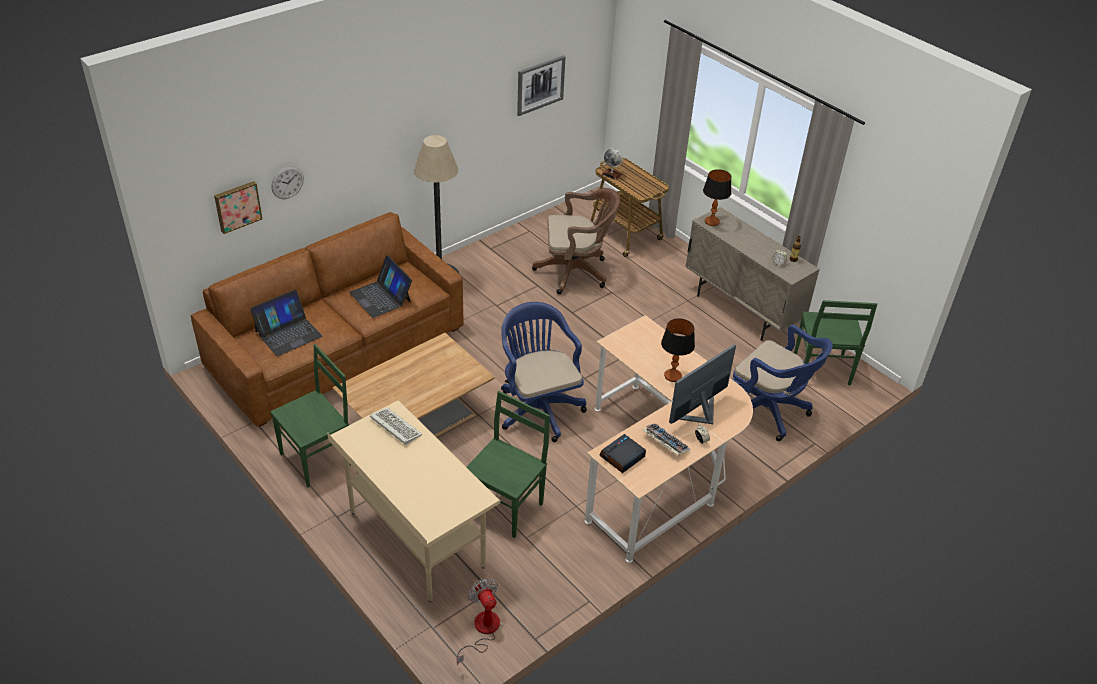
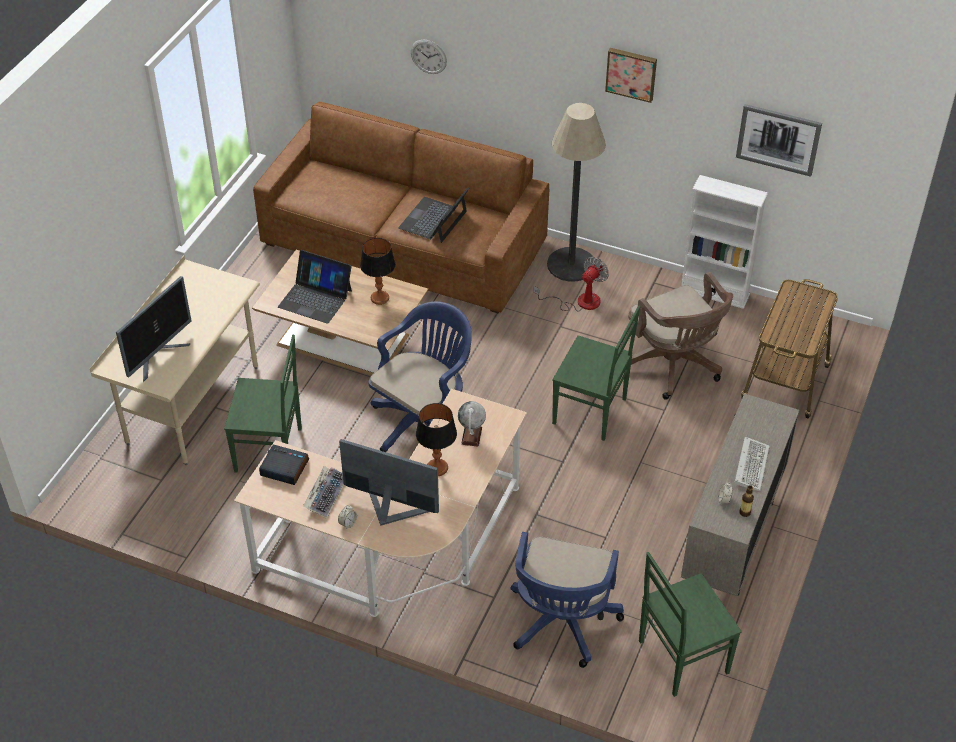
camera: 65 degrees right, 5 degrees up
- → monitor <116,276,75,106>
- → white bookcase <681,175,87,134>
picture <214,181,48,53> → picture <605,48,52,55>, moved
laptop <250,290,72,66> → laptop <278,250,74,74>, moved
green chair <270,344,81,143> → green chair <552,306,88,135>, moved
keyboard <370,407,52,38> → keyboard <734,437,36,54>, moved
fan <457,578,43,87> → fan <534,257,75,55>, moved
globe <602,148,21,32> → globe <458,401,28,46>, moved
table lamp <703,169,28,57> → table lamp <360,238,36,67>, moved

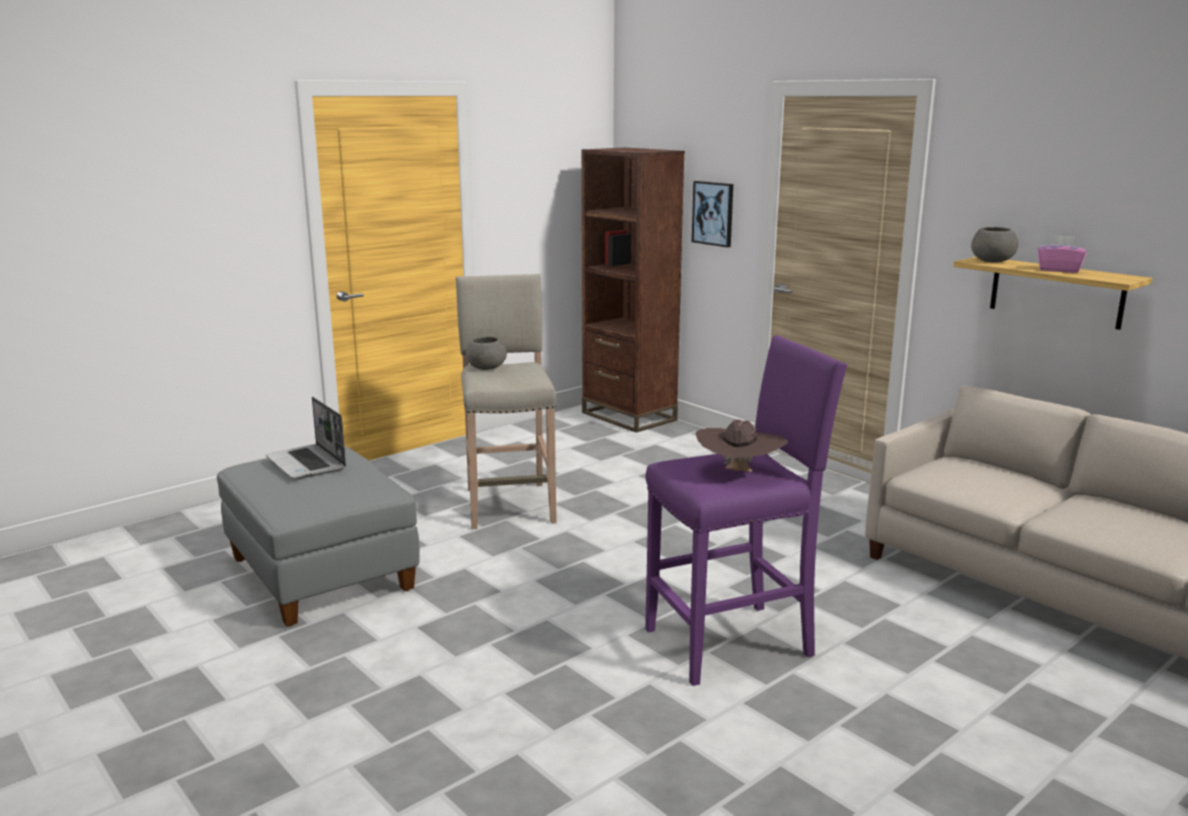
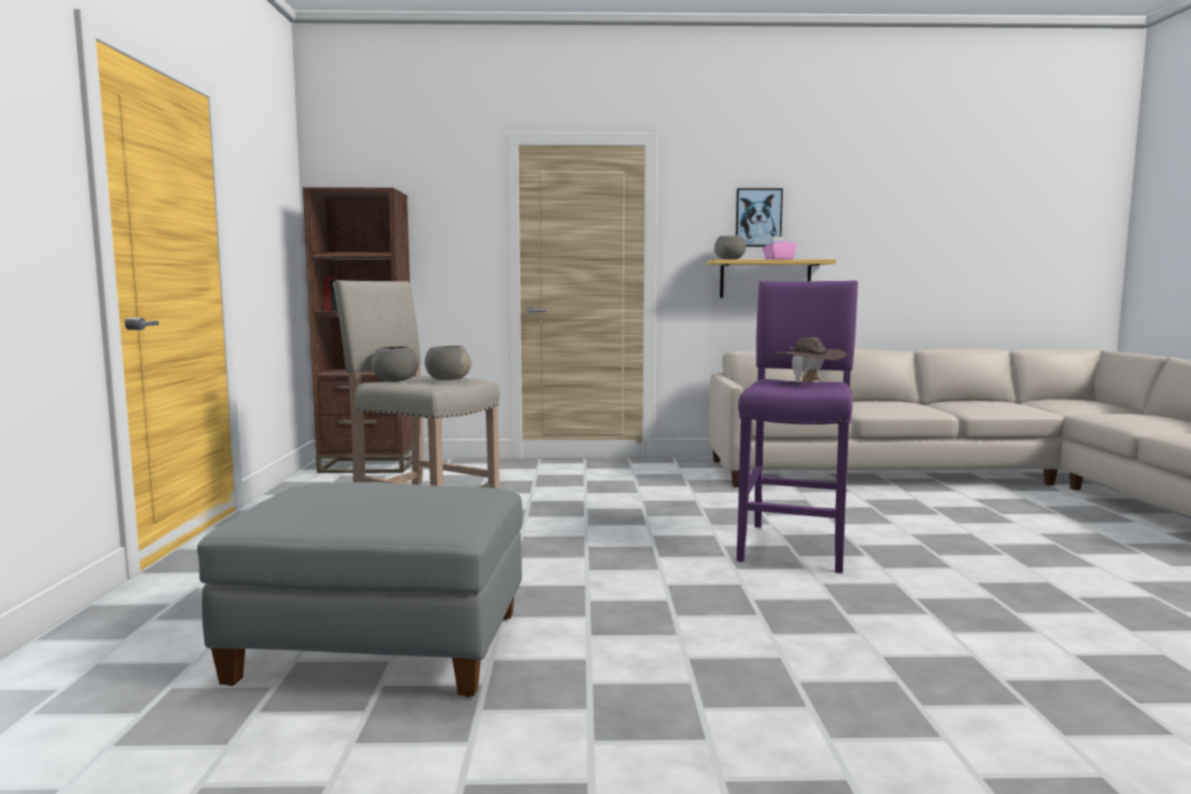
camera: 50 degrees left, 10 degrees down
laptop <266,397,80,82> → -
- → grey bowl <425,346,46,34>
picture <692,181,41,66> → picture <736,188,47,59>, moved

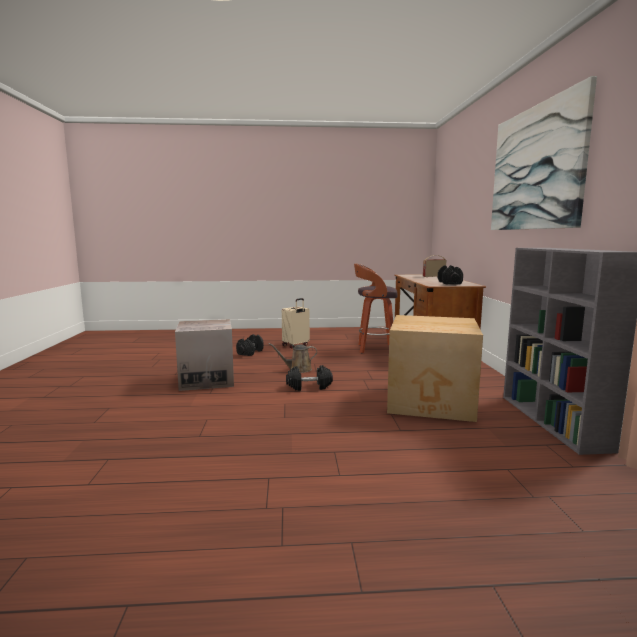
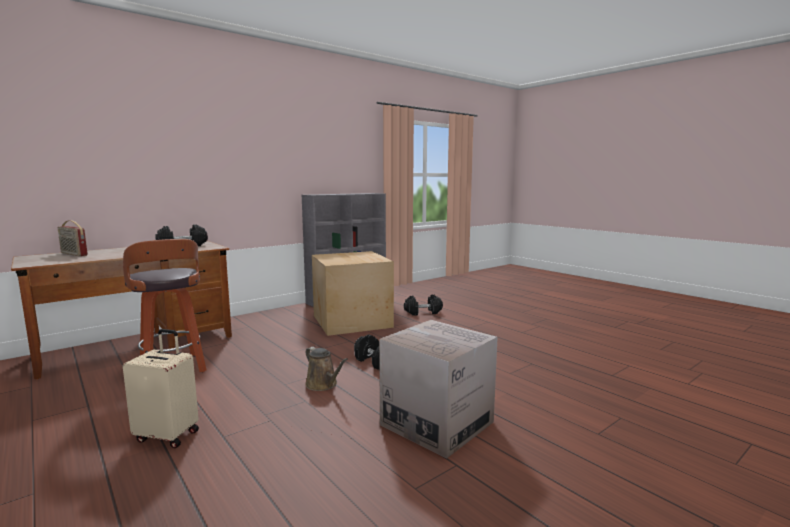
camera: 125 degrees left, 0 degrees up
picture <491,76,106,154> → -
black dumbbell <236,334,28,22> → black dumbbell <404,294,39,22>, moved

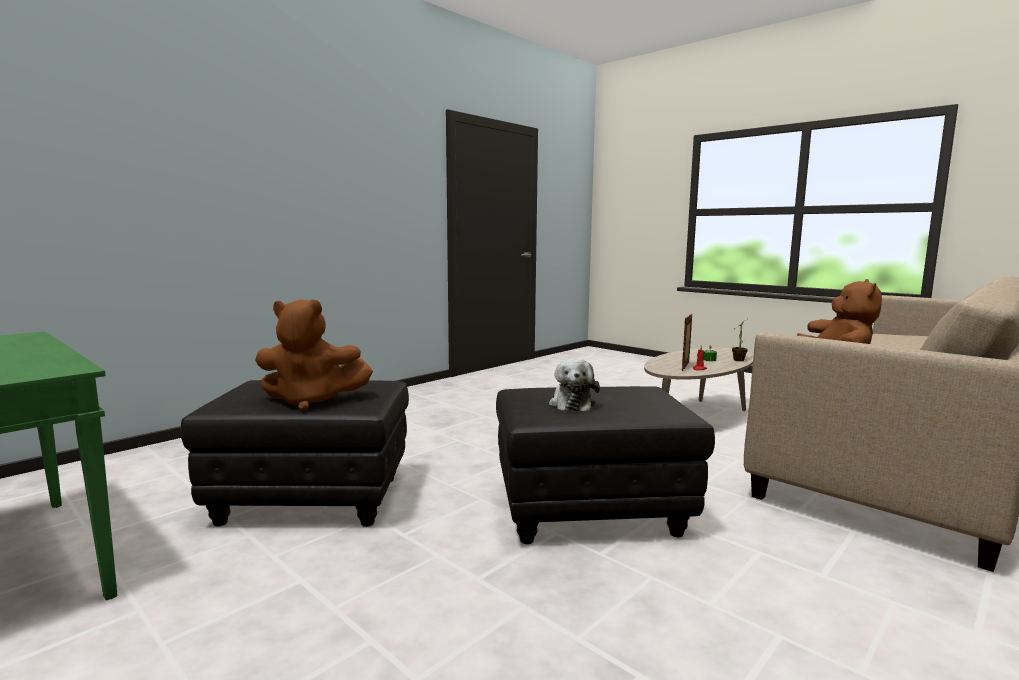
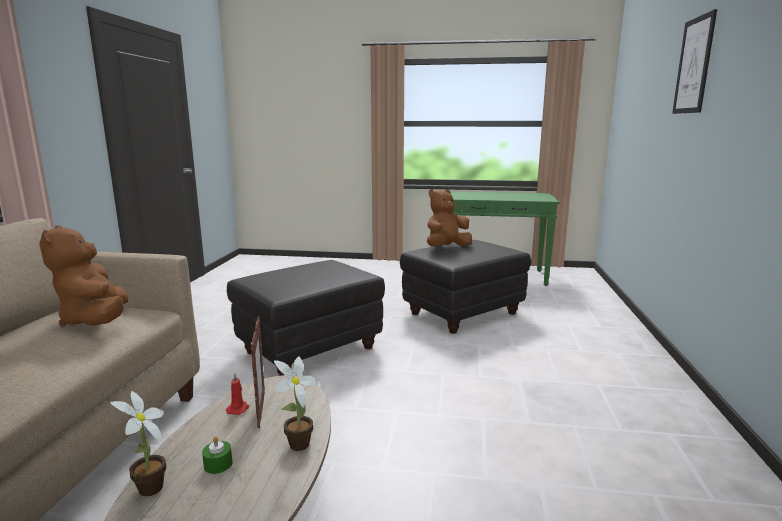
camera: 145 degrees right, 5 degrees up
plush toy <549,358,51,54> → -
- → potted plant <274,356,46,95>
- → picture <672,9,45,105>

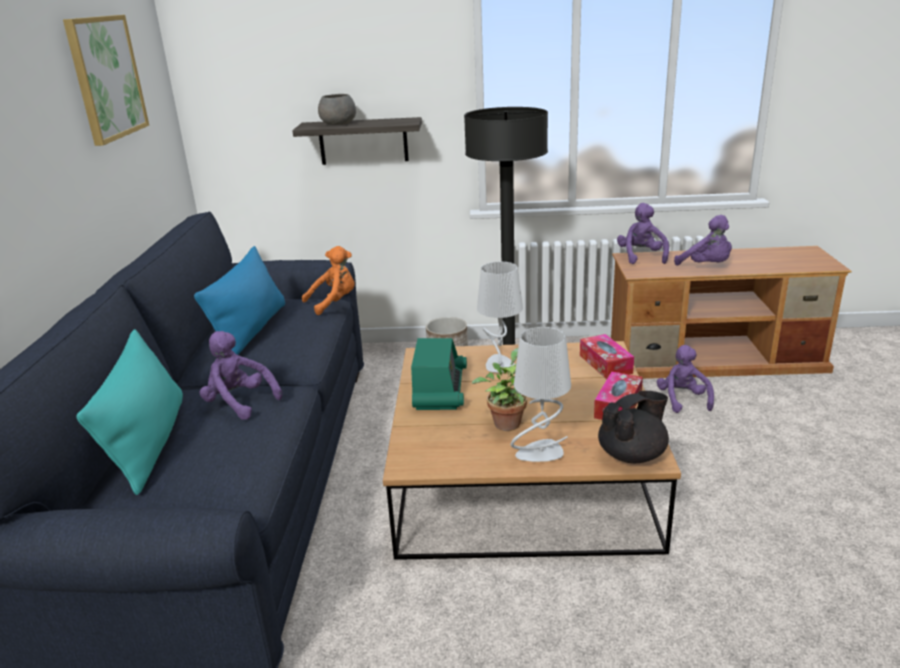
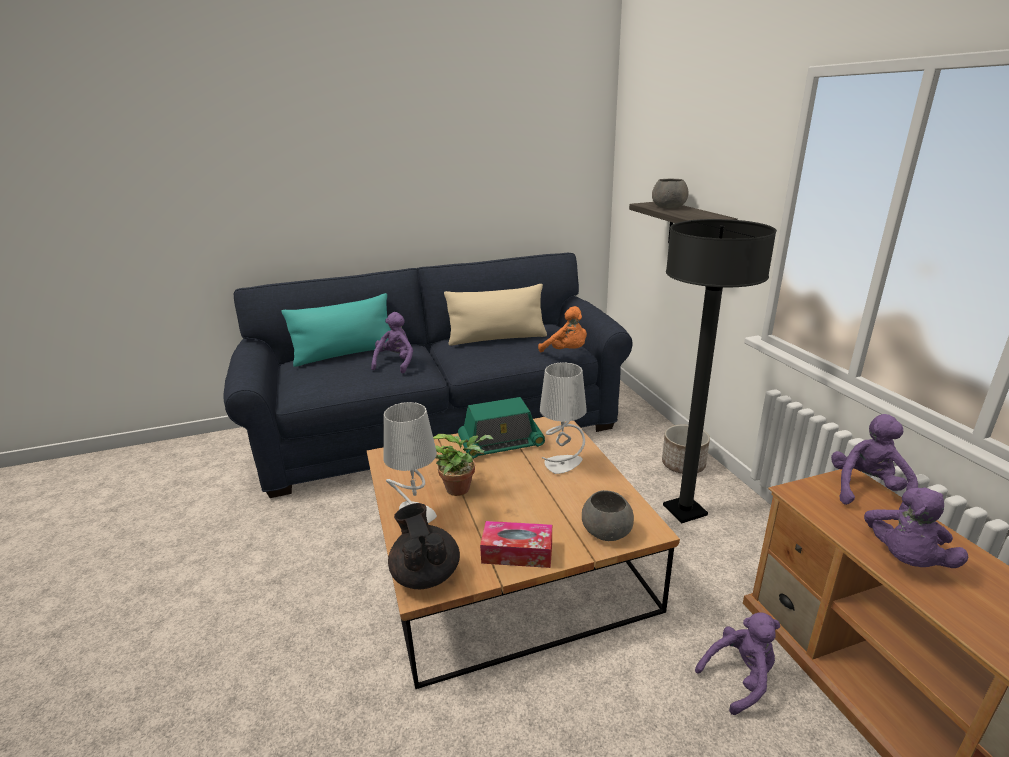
camera: 70 degrees right, 0 degrees up
picture <63,15,86,131> → -
tissue box <580,334,54,45> → grey bowl <582,490,52,51>
blue pillow <194,246,91,109> → beige pillow <444,284,103,62>
black teapot <598,391,71,72> → black teapot <388,503,72,86>, 150 degrees counterclockwise
purple plush toy <617,203,52,61> → purple plush toy <831,414,87,96>, 45 degrees counterclockwise

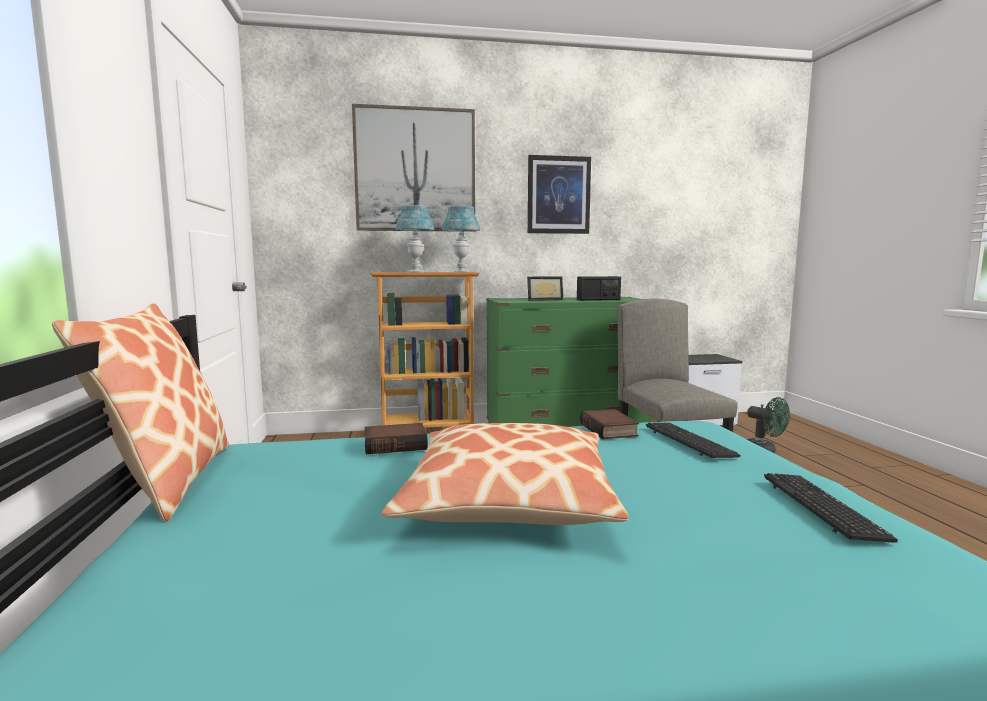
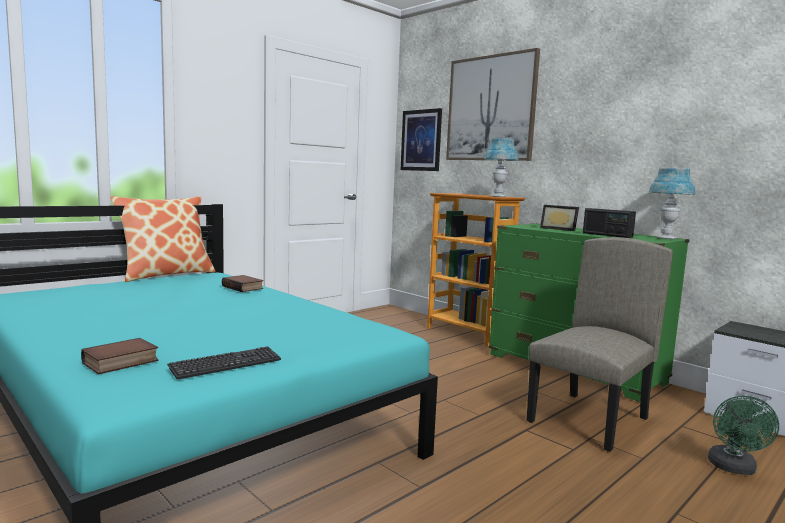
camera: 55 degrees right, 0 degrees up
pillow <382,423,246,102> → -
keyboard <646,423,94,35> → -
blue table lamp <395,205,39,68> → blue table lamp <649,168,46,71>, moved
picture <528,155,63,79> → picture <401,108,41,63>, moved
book <580,409,59,30> → book <81,338,77,36>, moved

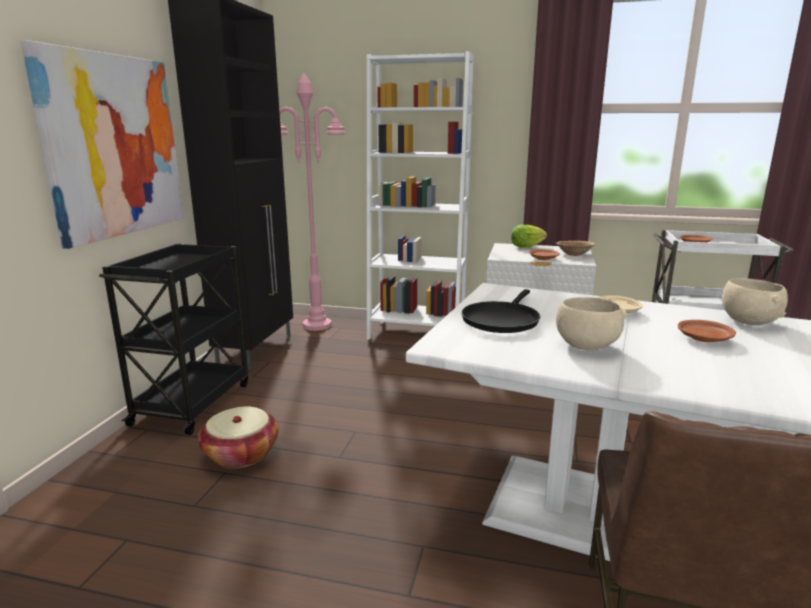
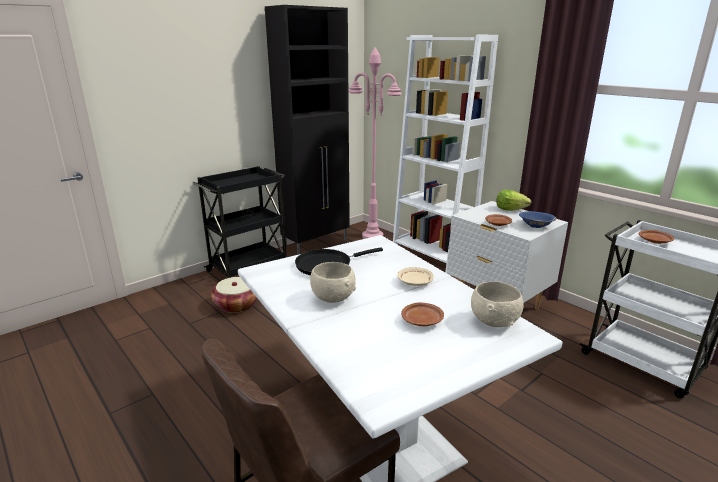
camera: 35 degrees right, 5 degrees up
picture <21,40,163,209> → -
brown bowl <556,241,40,15> → blue bowl <519,211,38,17>

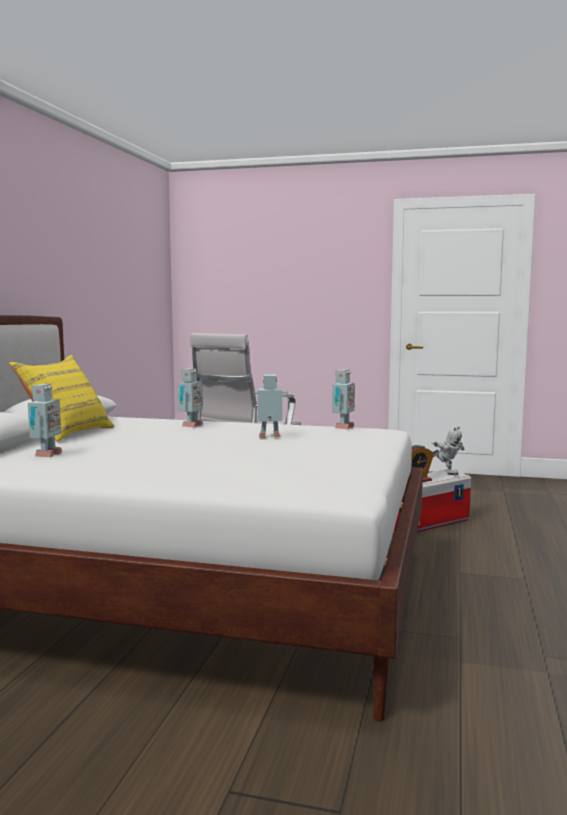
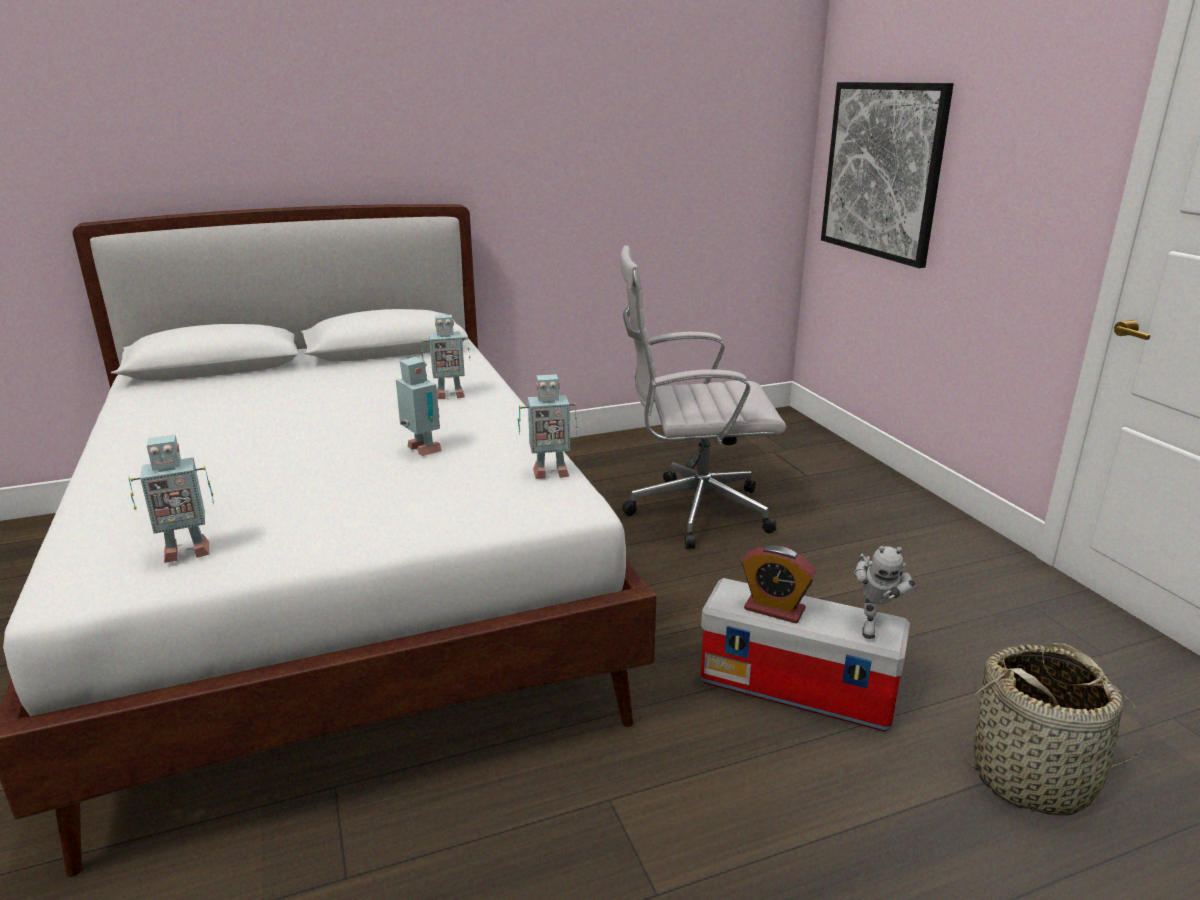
camera: 55 degrees right, 15 degrees up
yellow pillow <9,355,106,87> → -
- → picture <821,82,133,186>
- → basket <958,643,185,173>
toy robot <28,384,34,73> → toy robot <129,435,85,128>, moved

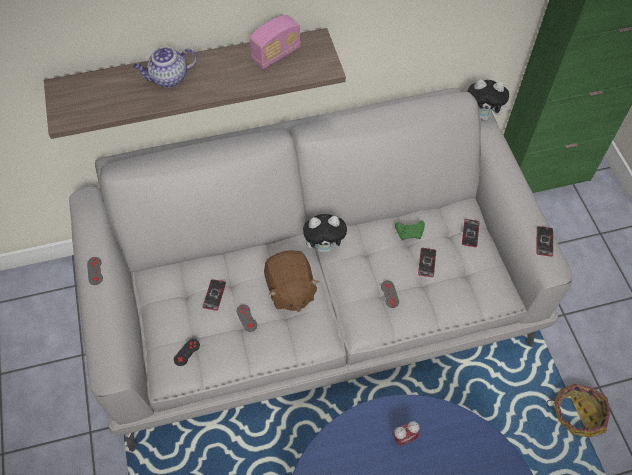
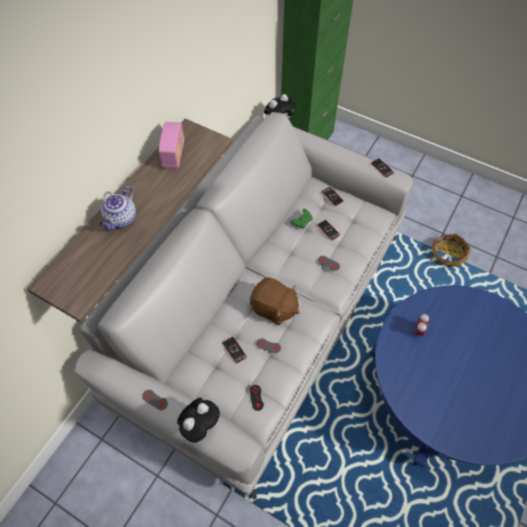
camera: 45 degrees left, 0 degrees up
plush toy <303,214,49,38> → plush toy <177,398,43,45>, moved

